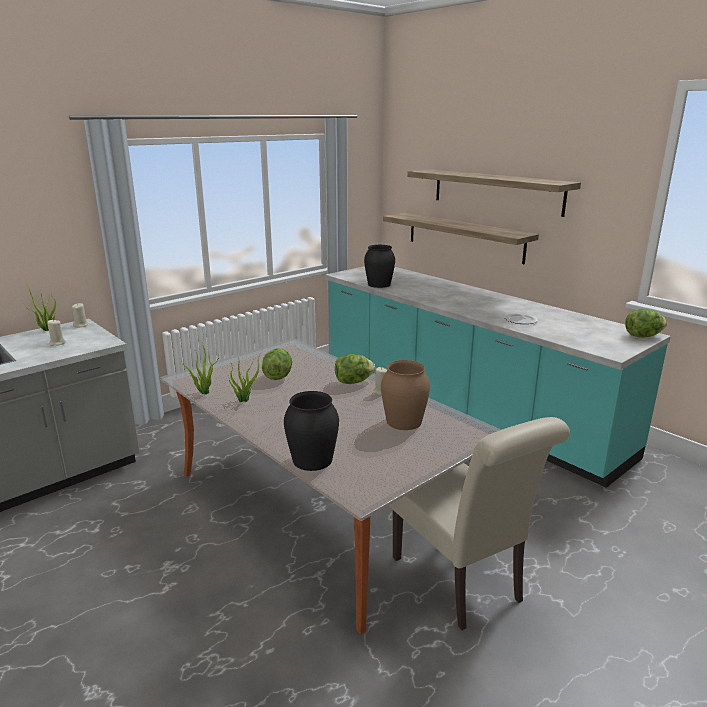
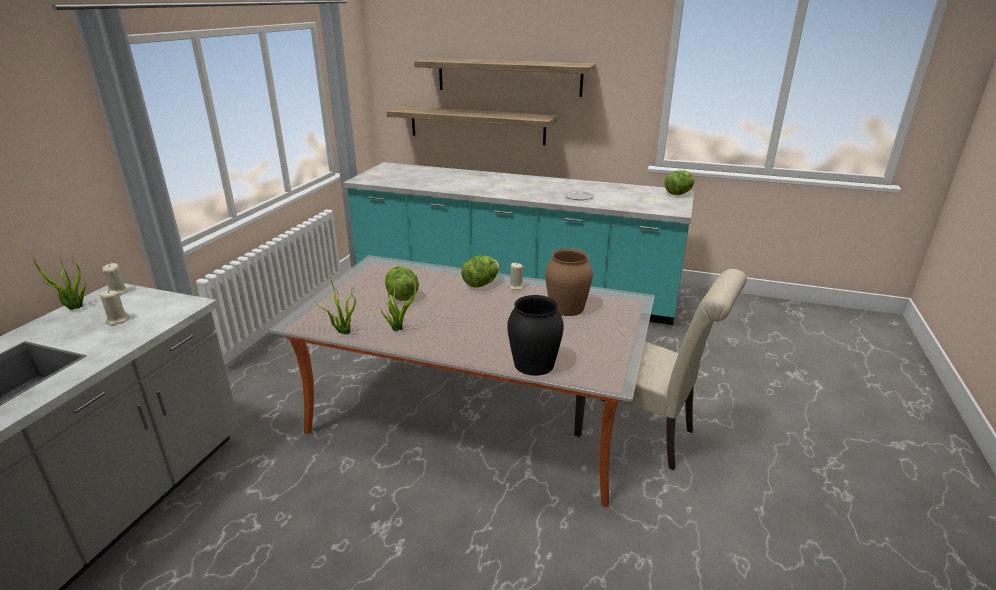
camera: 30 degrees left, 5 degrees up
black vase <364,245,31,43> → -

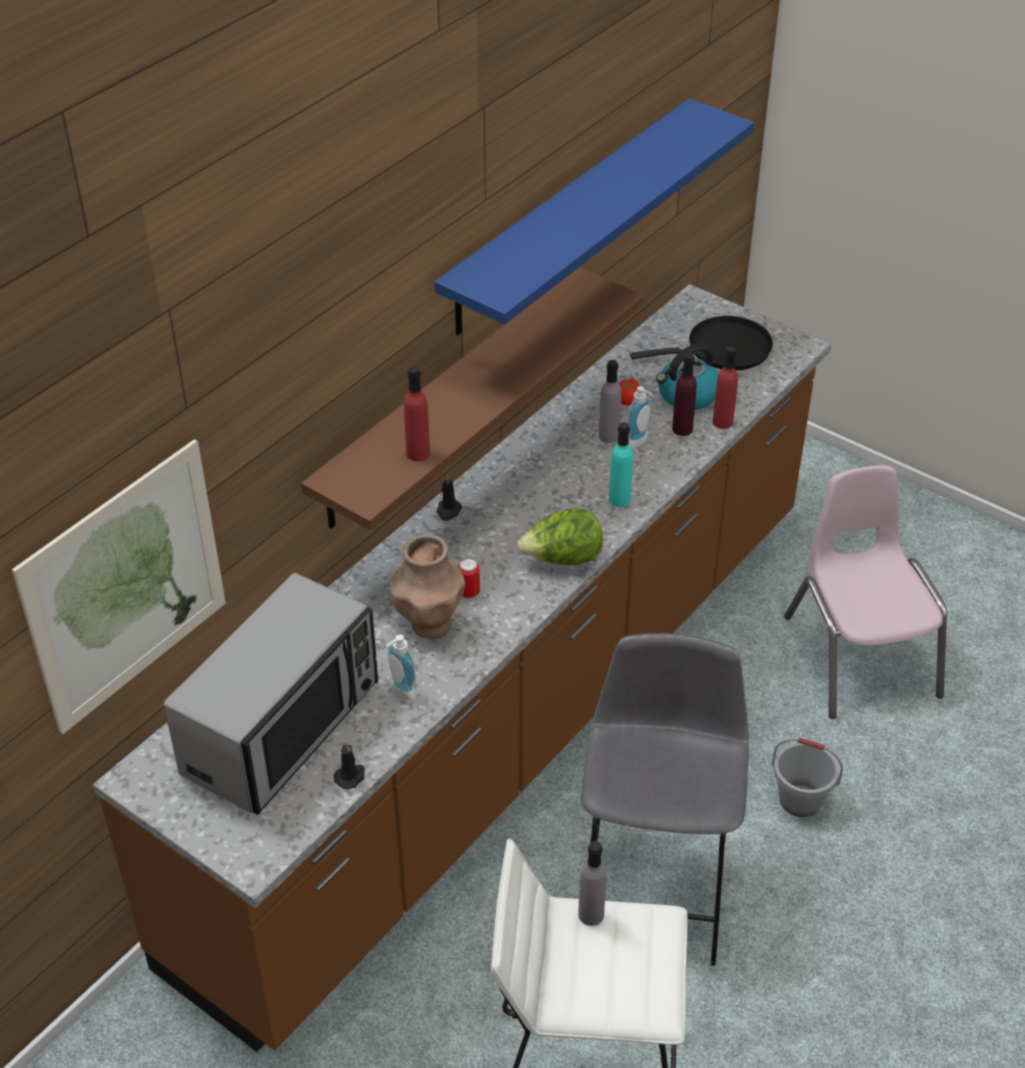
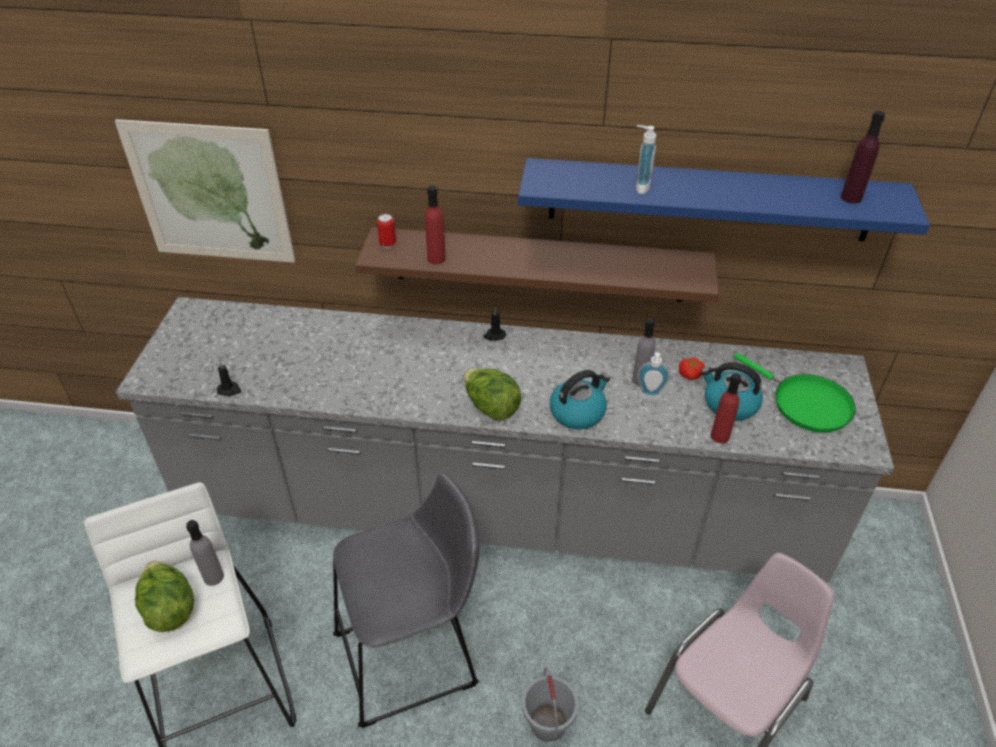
camera: 60 degrees right, 0 degrees up
microwave <164,573,214,242> → -
brown vase <390,534,75,105> → -
- → lettuce <135,561,59,71>
soap dispenser <386,634,30,67> → soap dispenser <636,125,20,69>, moved
can <458,558,22,41> → can <377,214,19,34>, moved
purple bottle <672,353,25,83> → purple bottle <841,111,44,93>, moved
turquoise bottle <609,422,24,85> → kettle <550,370,60,59>
brown counter <93,284,738,768> → grey counter <116,297,778,286>
black frying pan <630,316,143,54> → green frying pan <734,353,122,79>

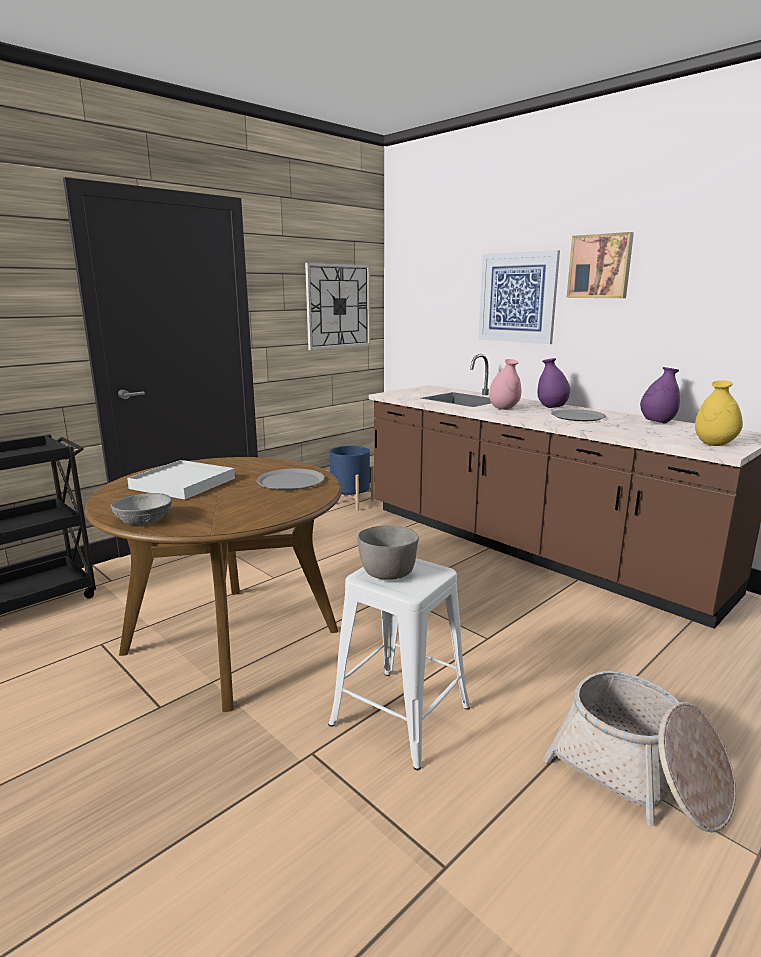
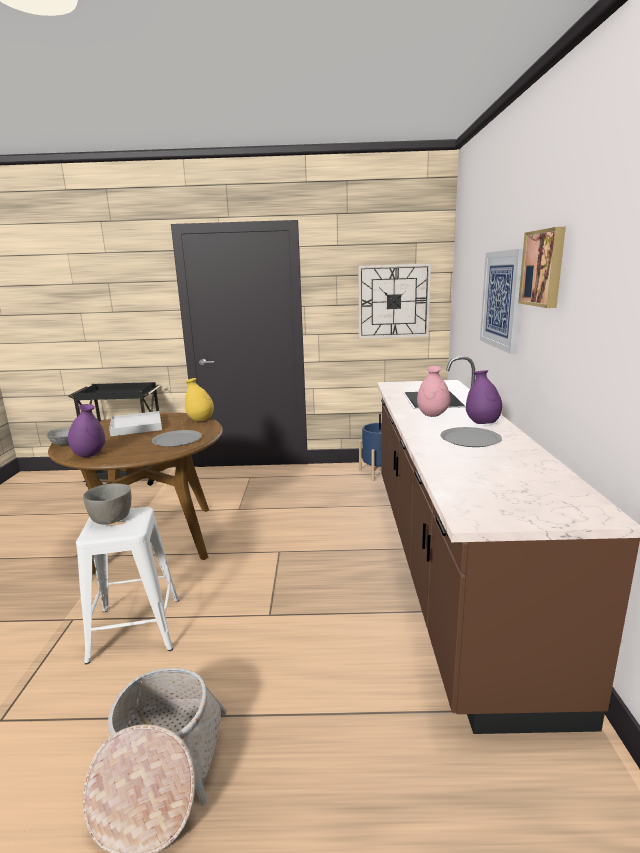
camera: 45 degrees right, 0 degrees up
purple vase <640,367,40,56> → purple vase <68,404,37,53>, moved
yellow vase <695,380,48,66> → yellow vase <185,378,29,44>, moved

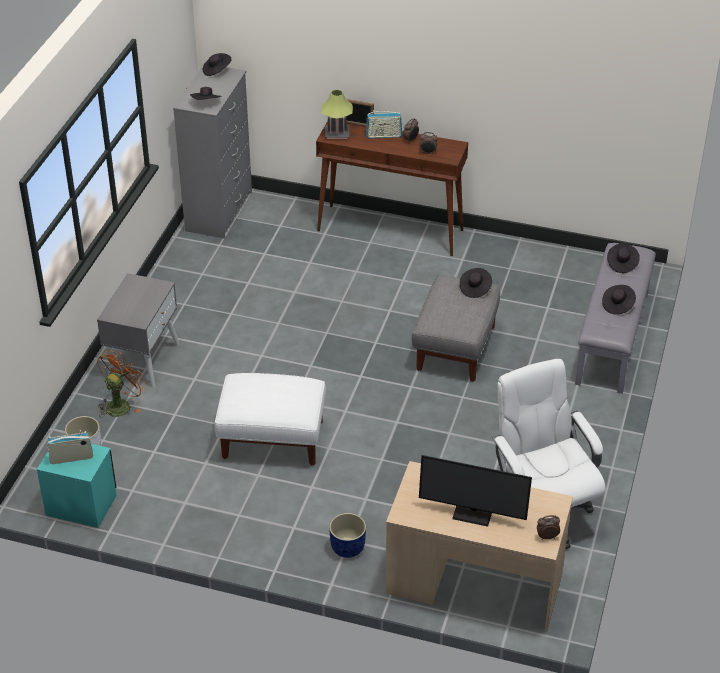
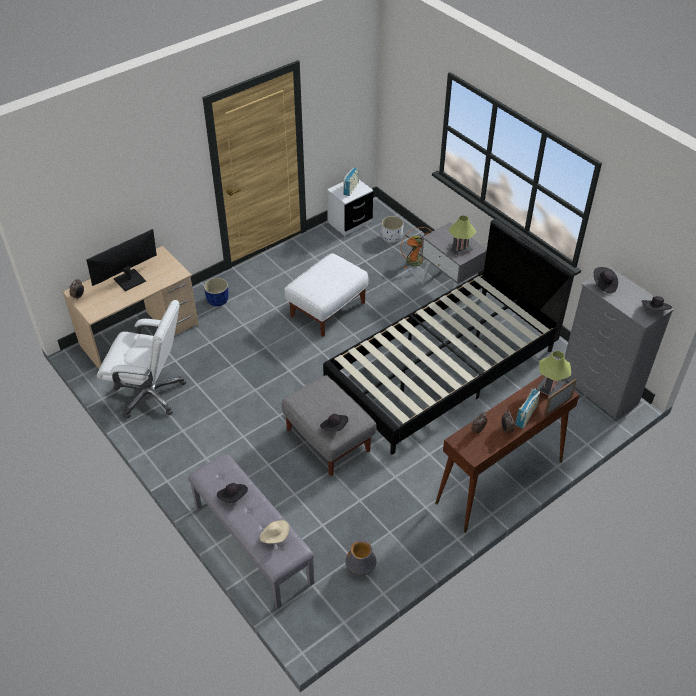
camera: 125 degrees right, 5 degrees up
- → black bed <323,219,252,236>
- → vase <345,540,31,35>
- → table lamp <448,215,29,41>
turquoise nightstand <37,436,80,92> → white nightstand <327,180,46,56>
black hat <607,243,33,30> → beige hat <260,520,29,24>

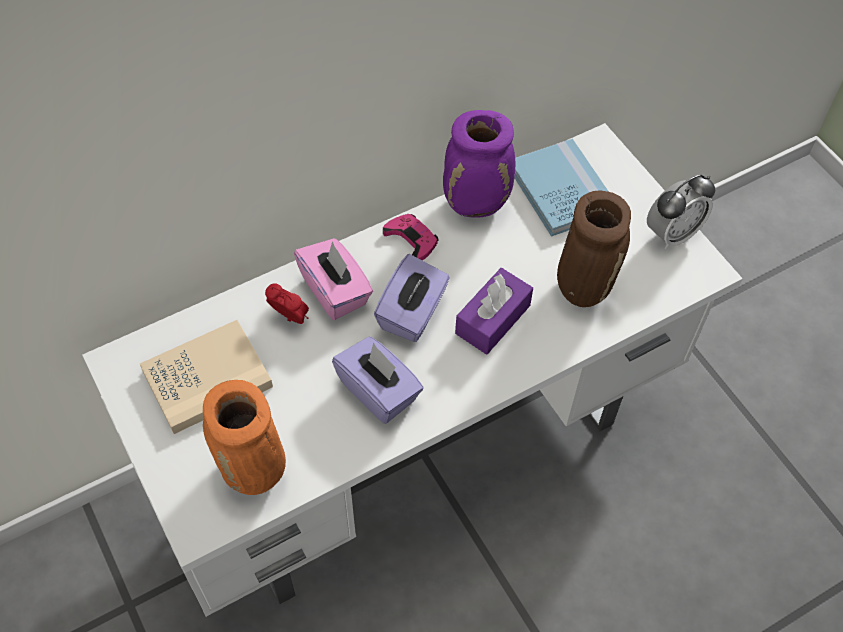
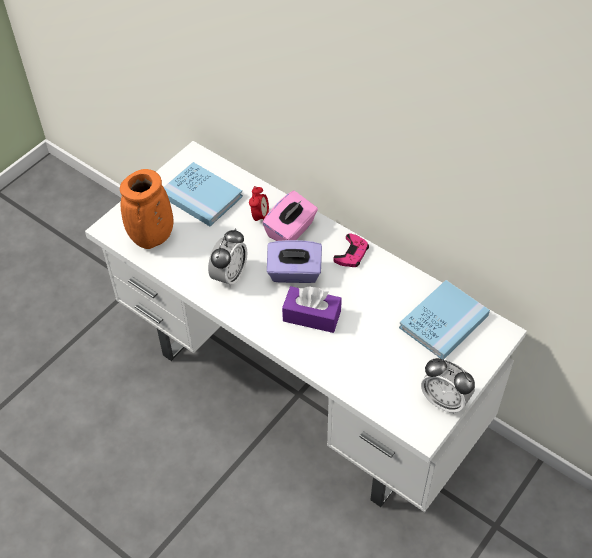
camera: 70 degrees right, 5 degrees down
purple vase <443,110,72,108> → -
brown vase <557,190,74,117> → -
purple tissue box <332,337,91,87> → alarm clock <208,229,39,59>
beige book <140,320,133,114> → blue book <164,162,79,64>

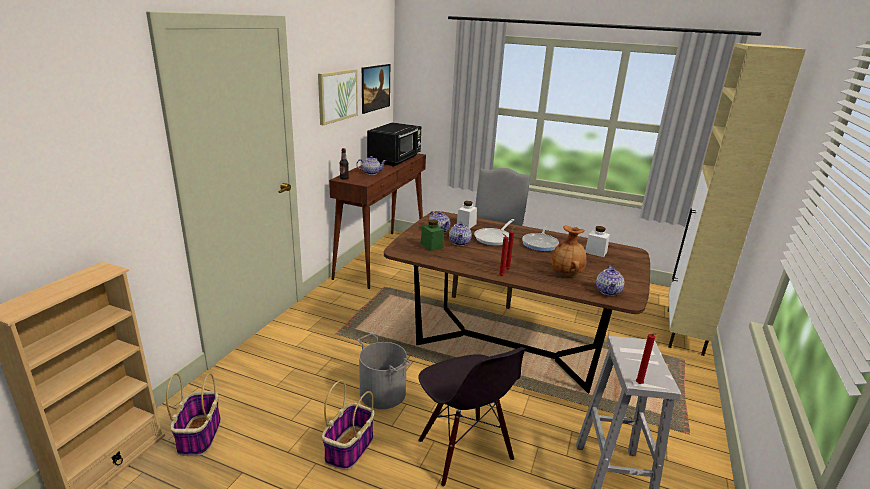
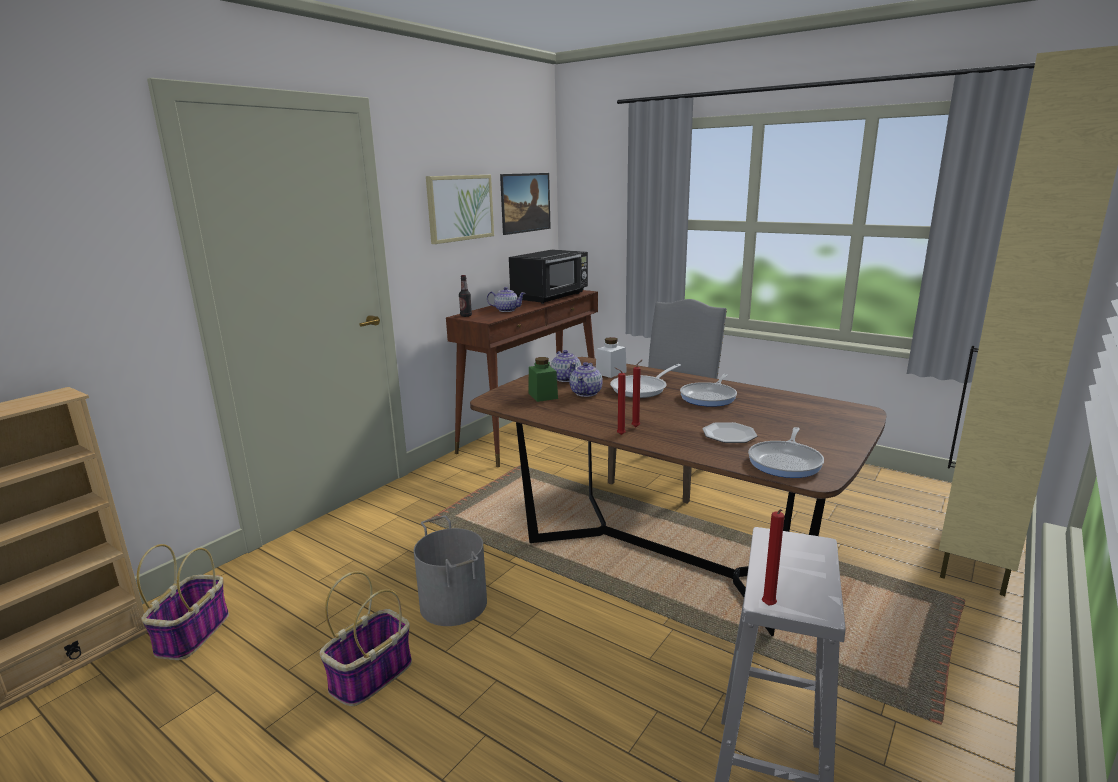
camera: 15 degrees right, 5 degrees down
black chair <418,347,108,140> → -
white jar <585,226,25,31> → -
brown vase <551,225,36,49> → plate <703,422,55,21>
teapot <596,265,28,31> → frying pan <748,427,76,51>

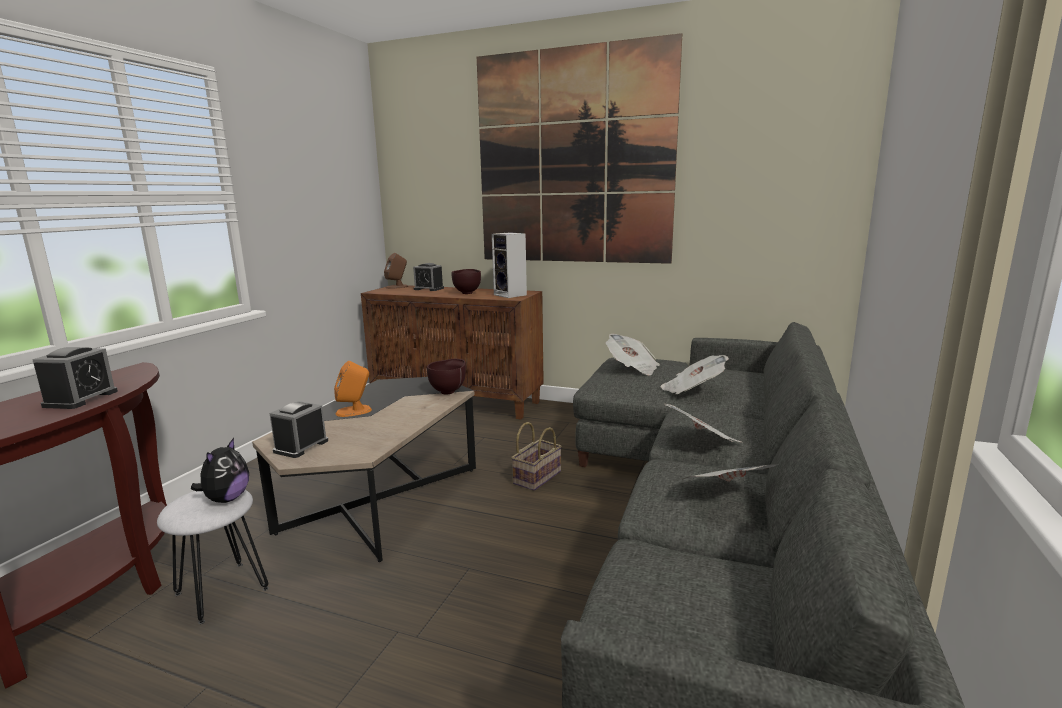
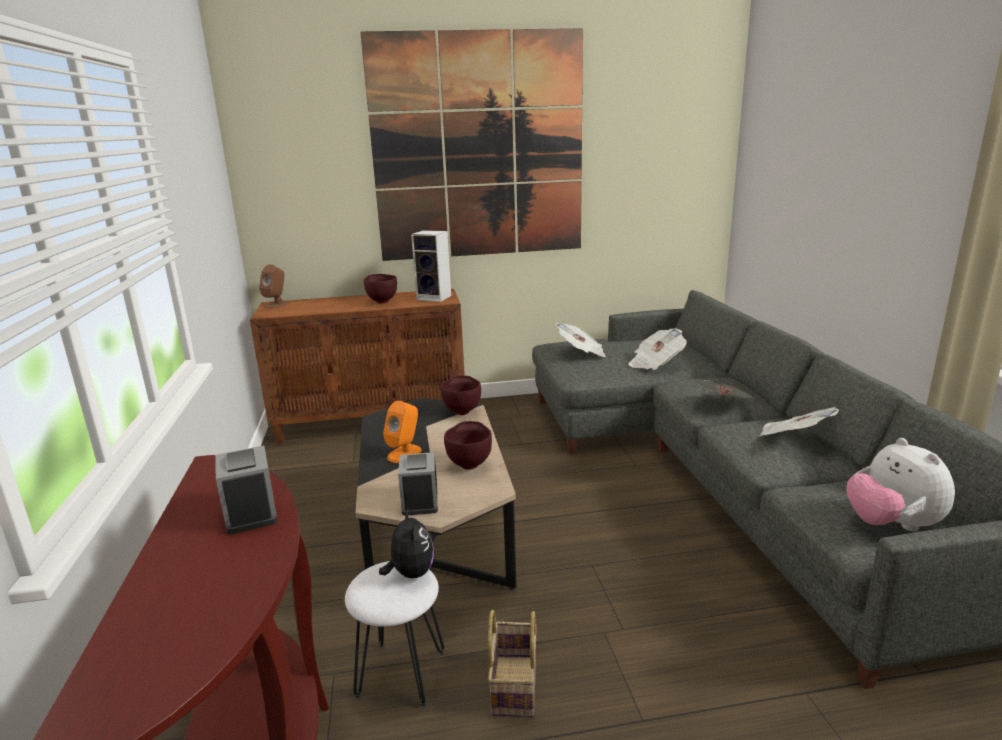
camera: 30 degrees left, 5 degrees up
alarm clock <413,263,31,28> → -
- → brown bowl <444,421,48,49>
- → plush toy <846,438,109,94>
basket <511,422,51,69> → basket <488,610,49,107>, moved

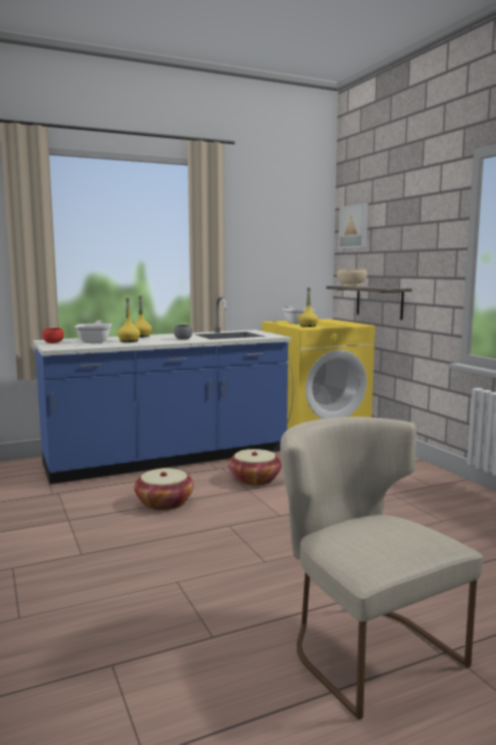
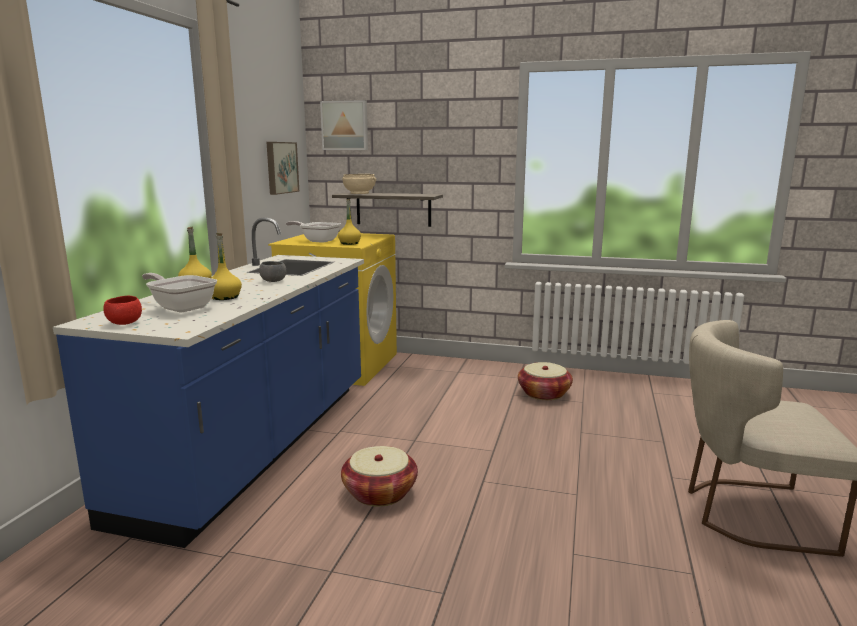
camera: 50 degrees left, 5 degrees up
- → picture <266,142,34,53>
basket <228,449,54,37> → basket <518,362,55,38>, moved

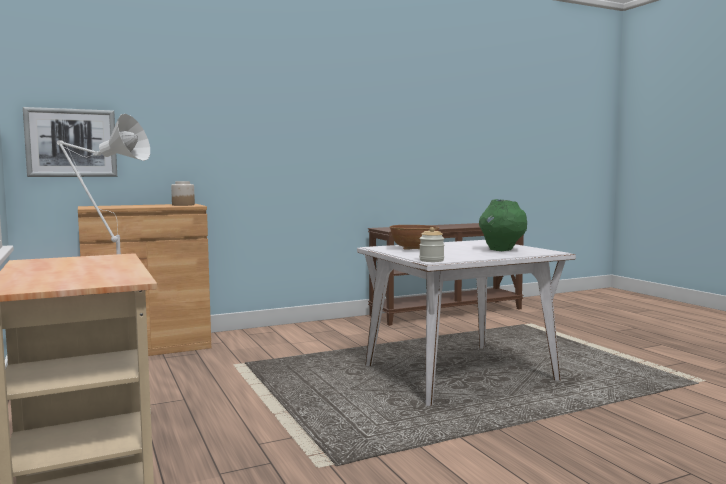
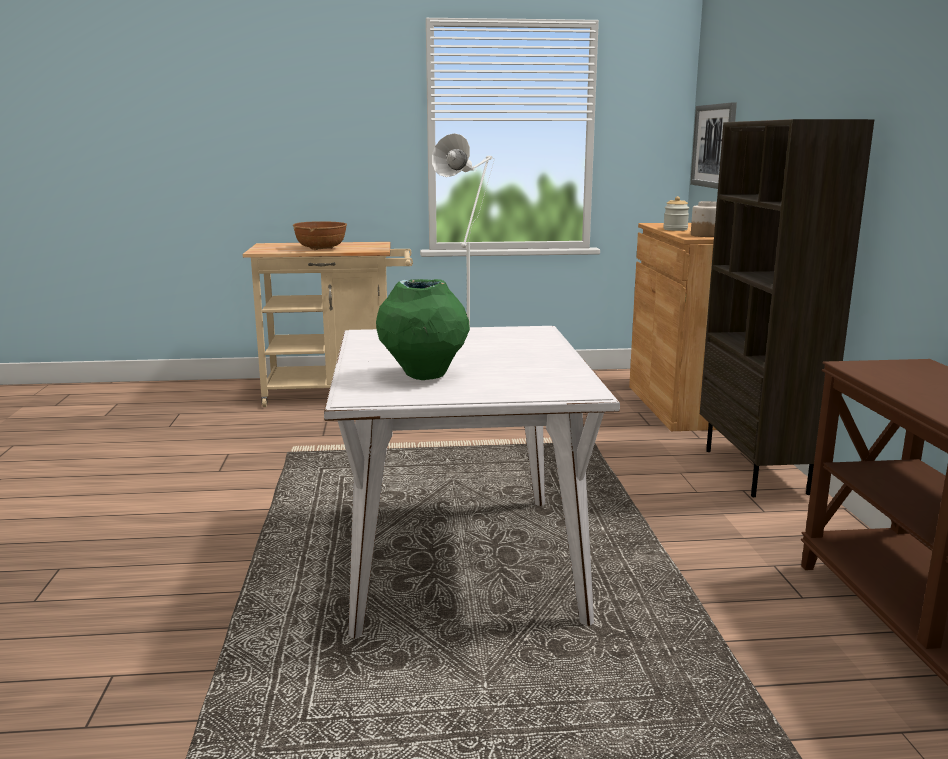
camera: 110 degrees right, 10 degrees up
- → brown bookcase <700,119,175,378>
brown bowl <390,225,50,25> → brown bowl <293,221,54,29>, moved
jar <419,227,26,35> → jar <663,196,26,35>, moved

